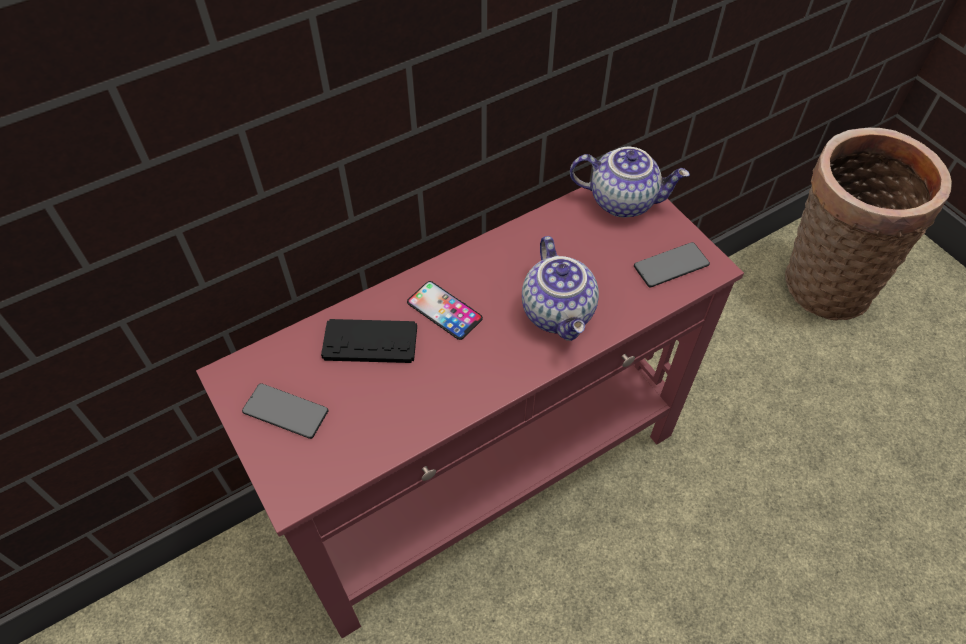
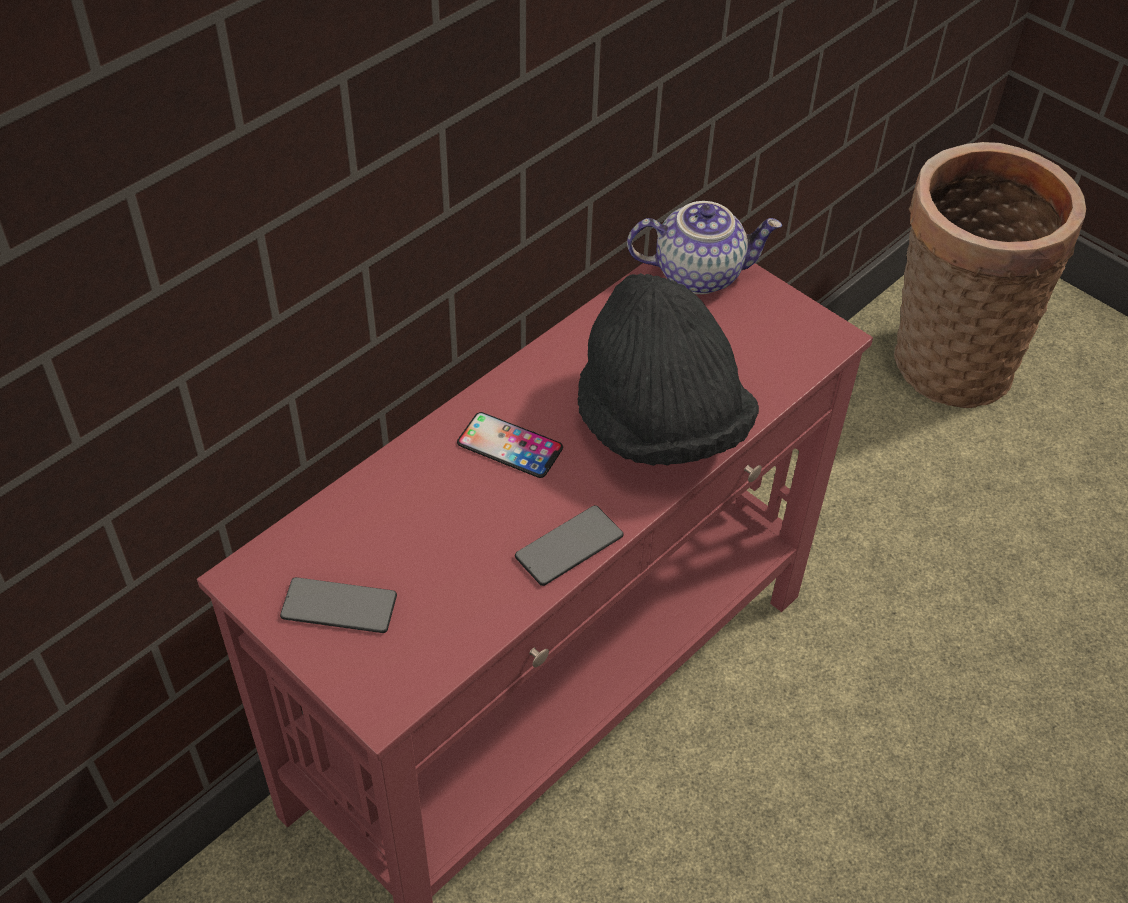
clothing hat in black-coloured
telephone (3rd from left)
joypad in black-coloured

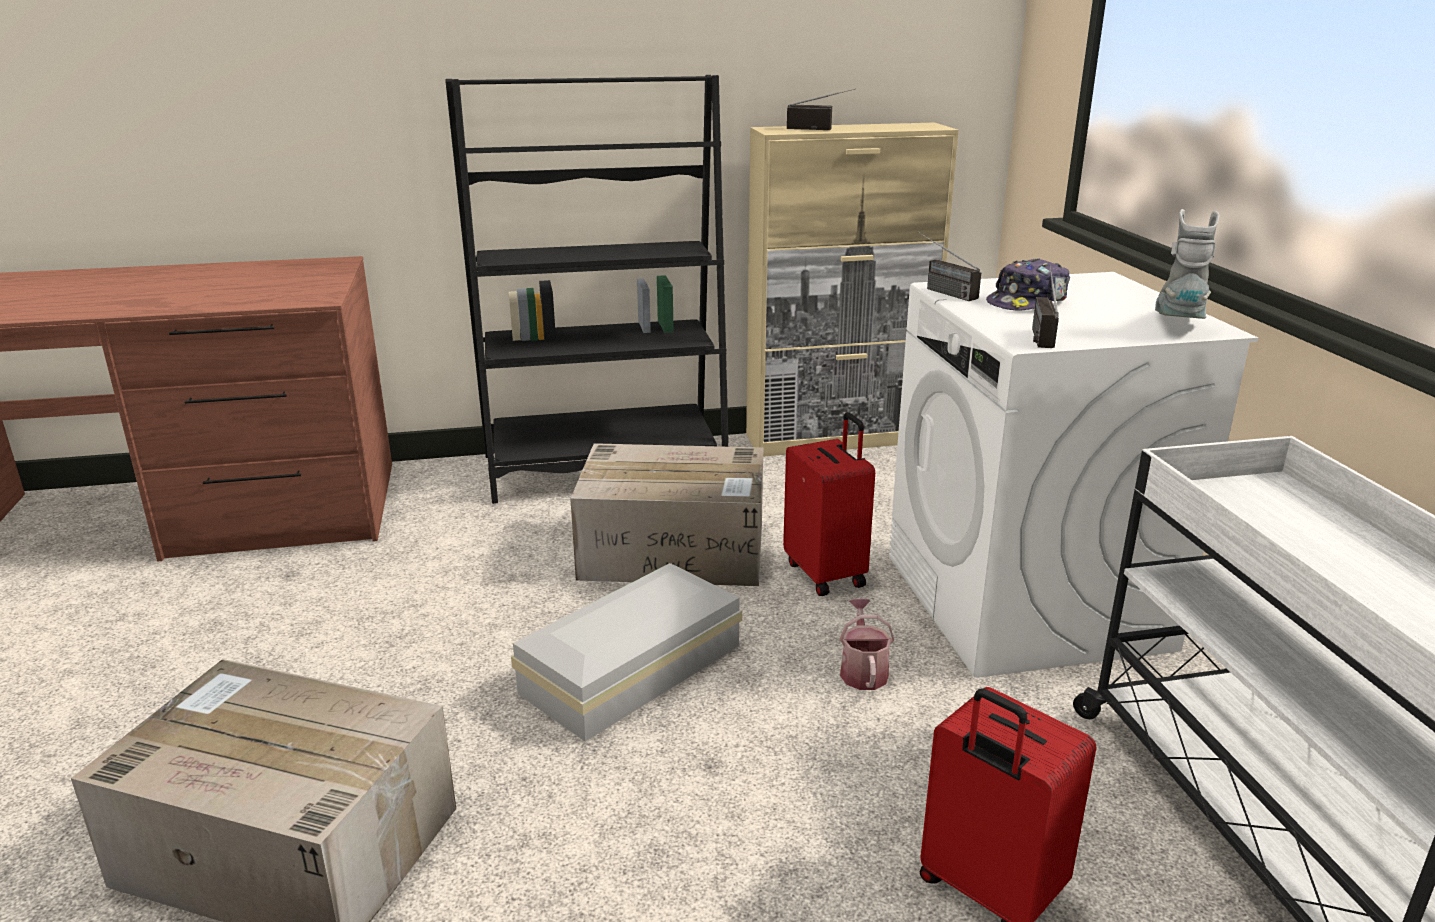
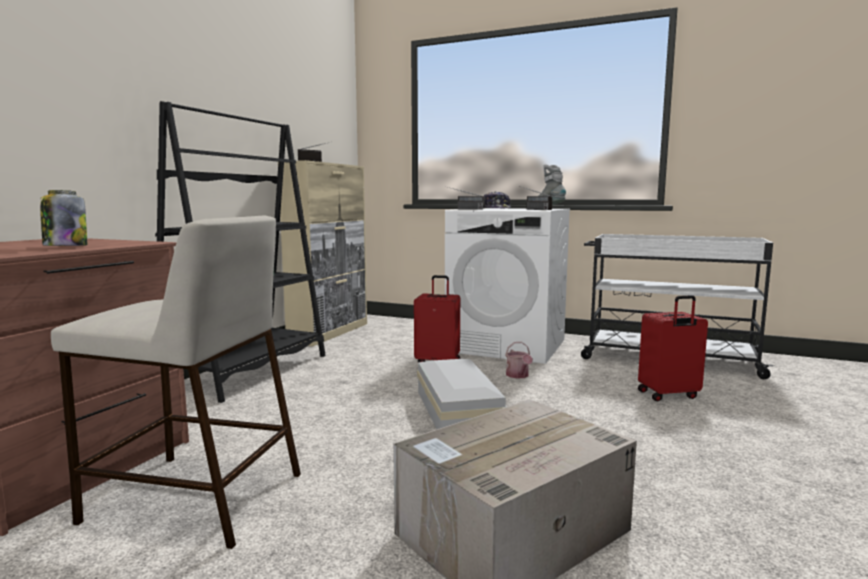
cardboard box (2nd from left in the first image)
watering can
jar
stool in beige-coloured

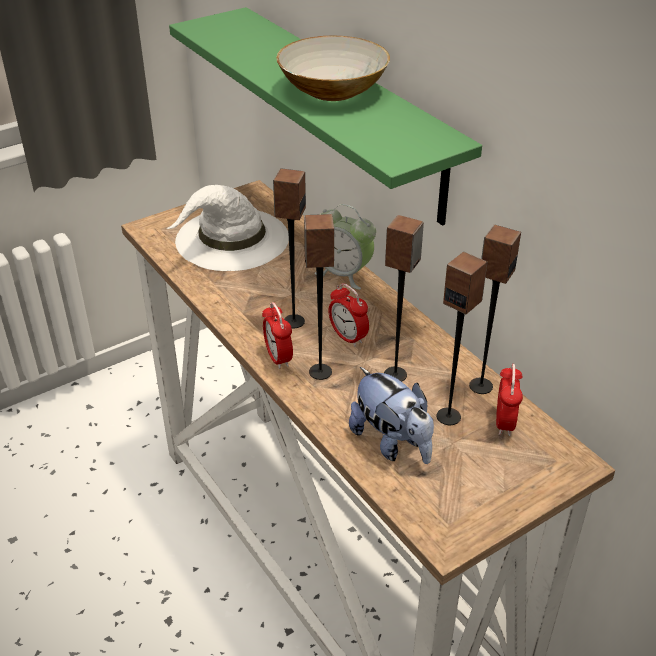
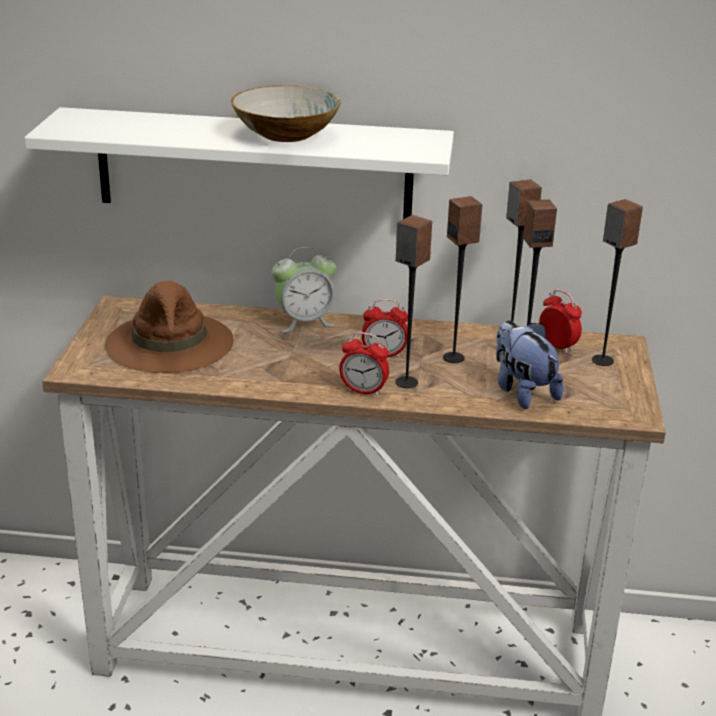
bracket shelf in white-coloured
loudspeaker (5th from left)
clothing hat in brown-coloured
plush toy

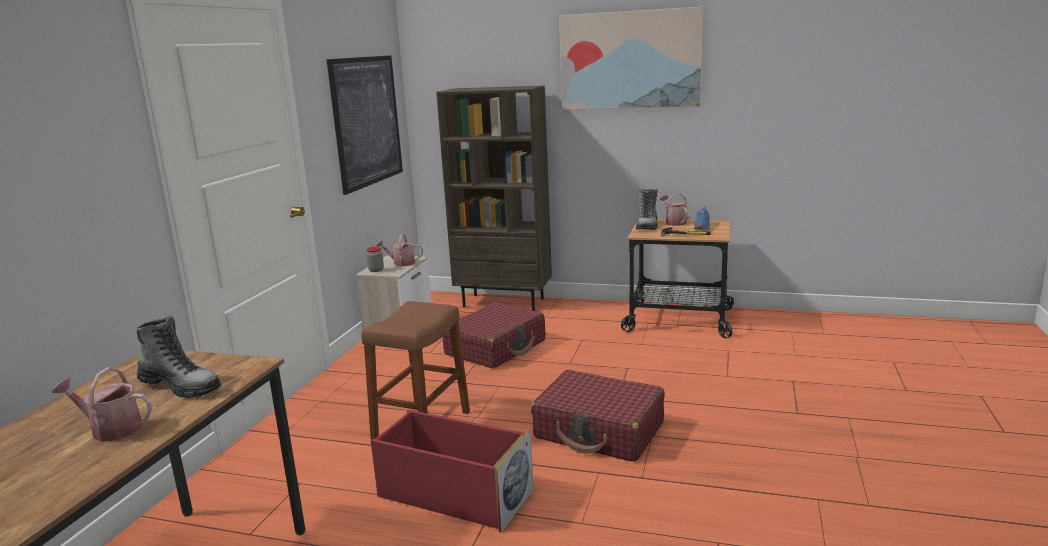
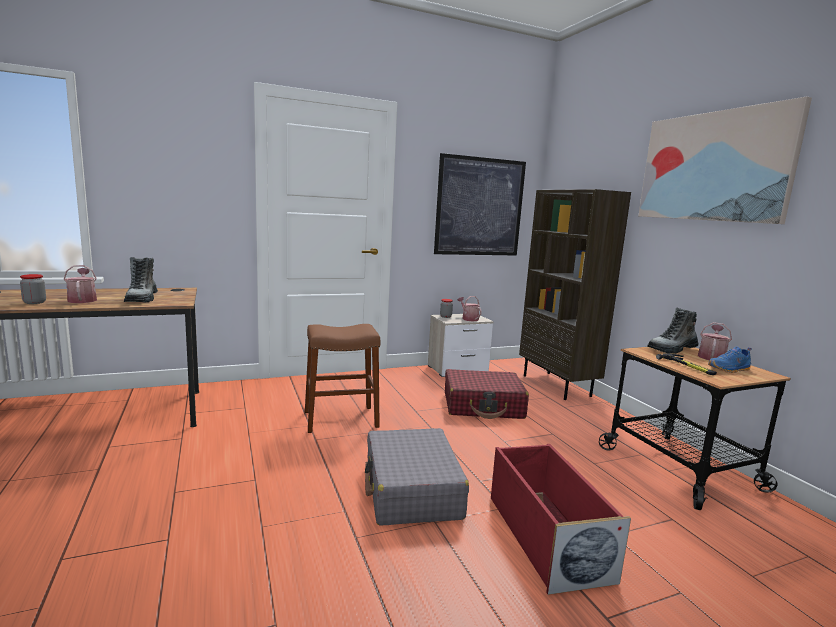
piece of luggage in gray
storage container in reddish
jar (1st from left)

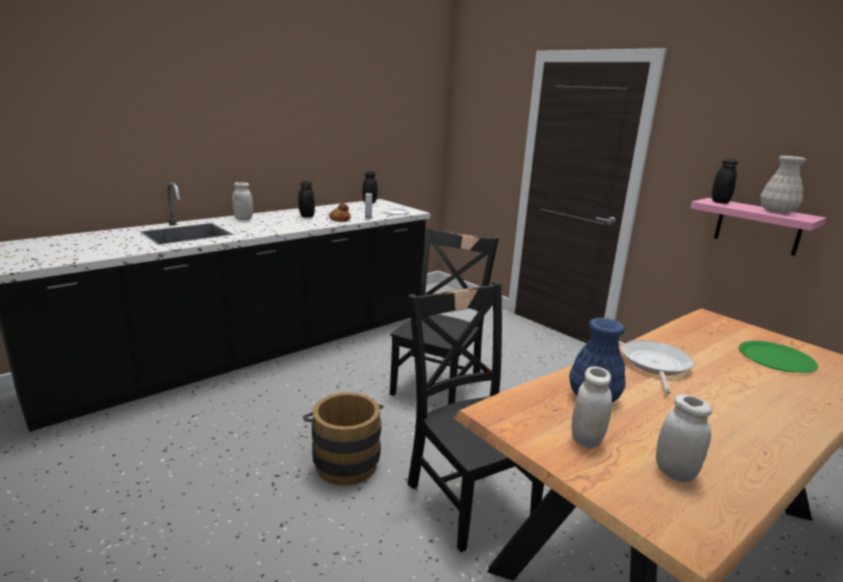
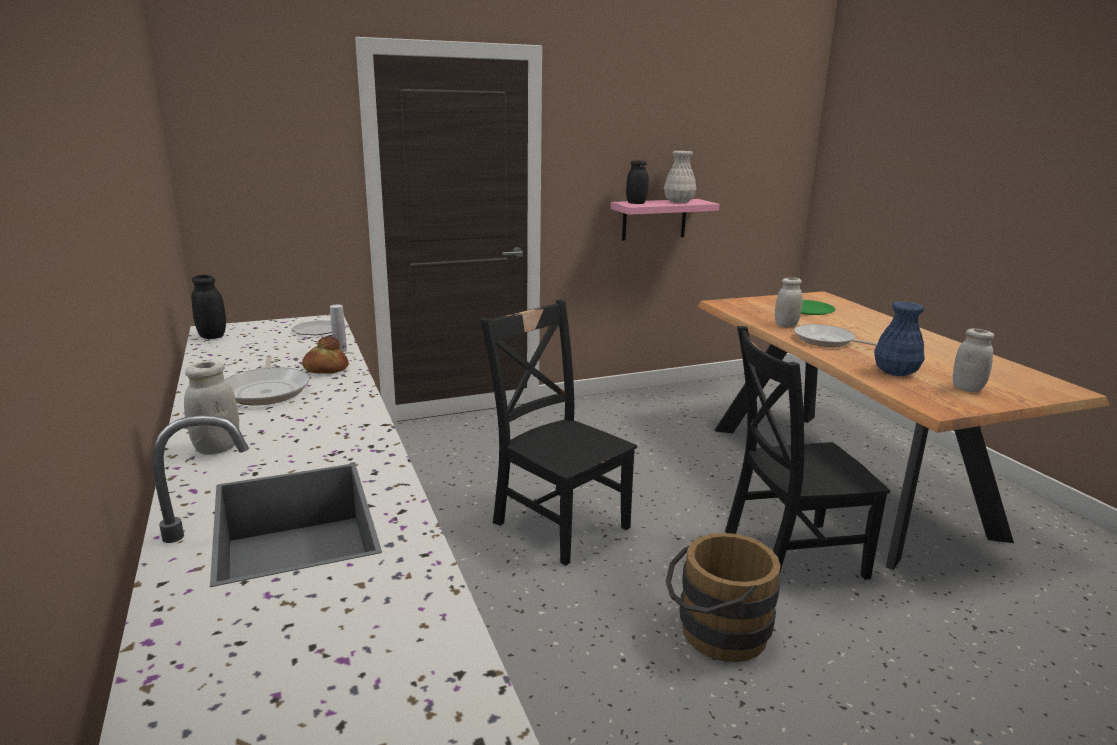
skillet (1st from left)
jar in white-coloured (2nd from left)

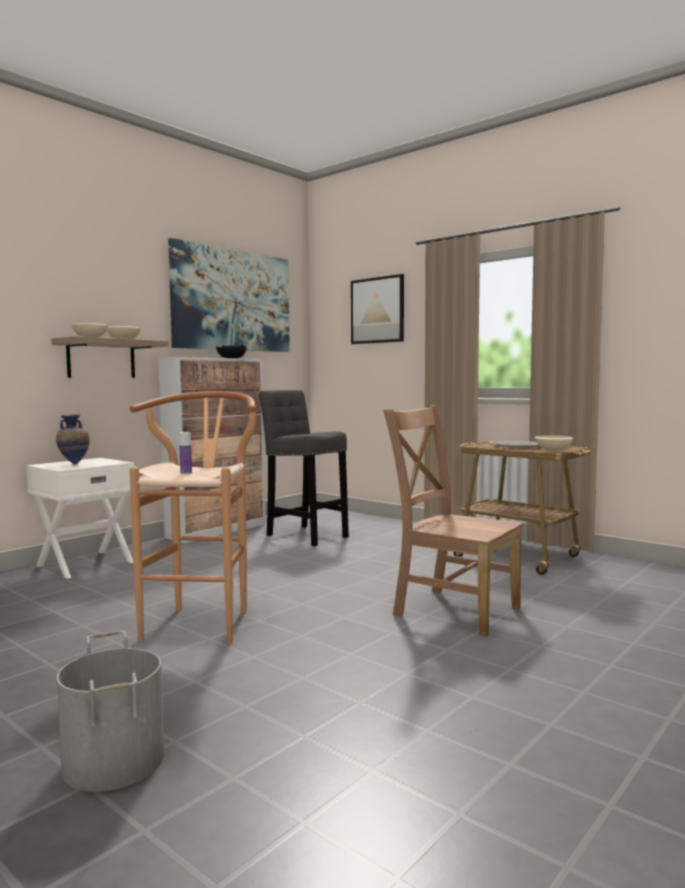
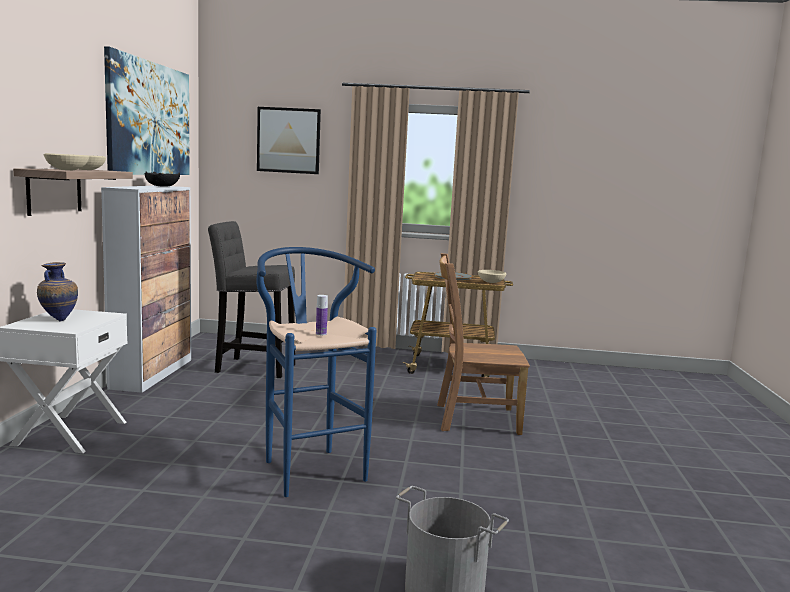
stool in bluish

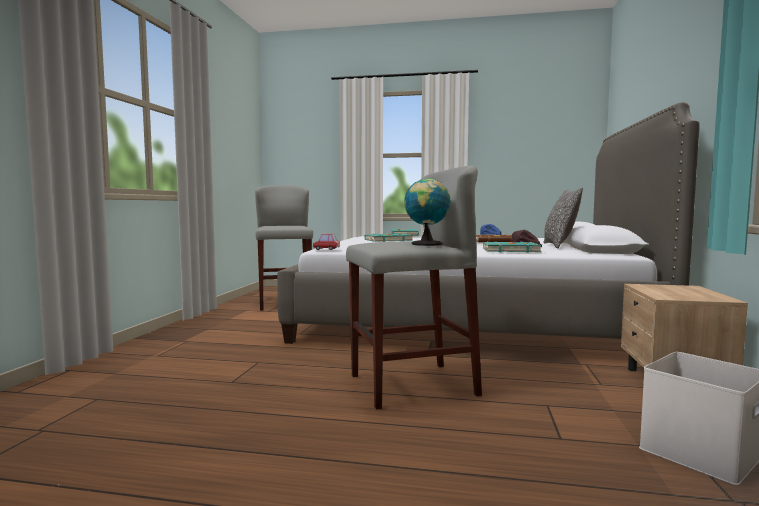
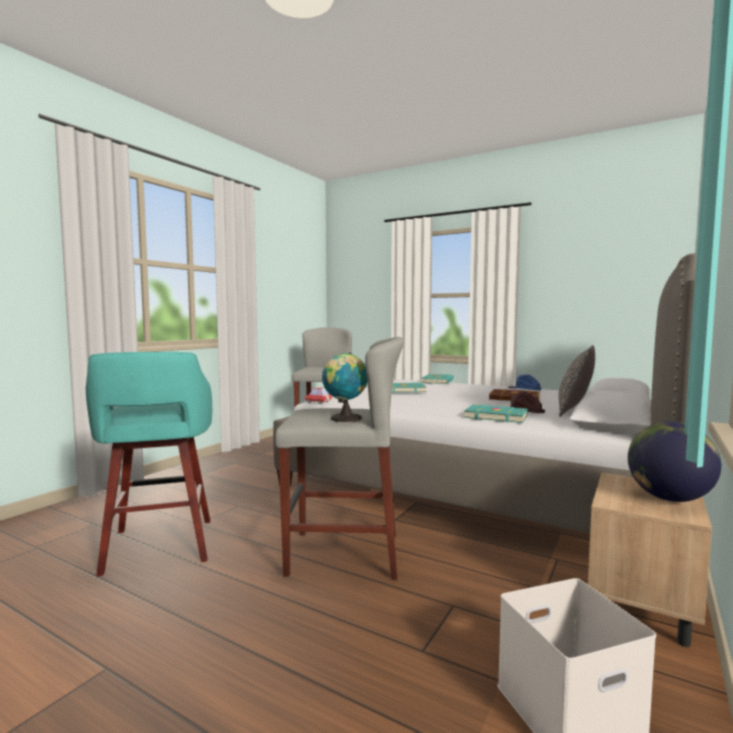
stool in turquoise
globe (2nd from left)

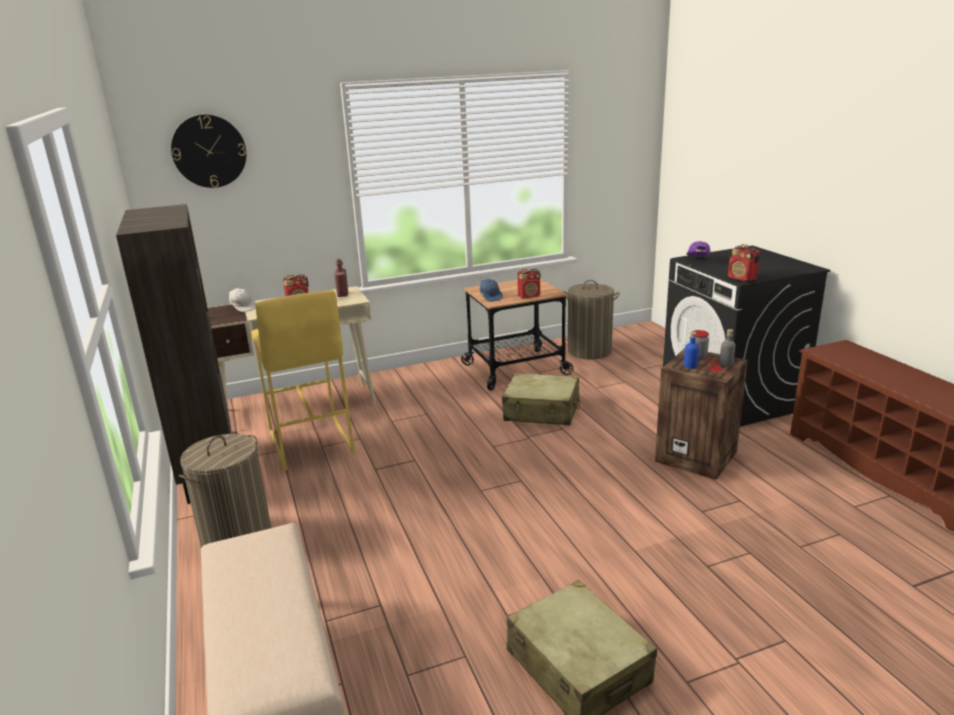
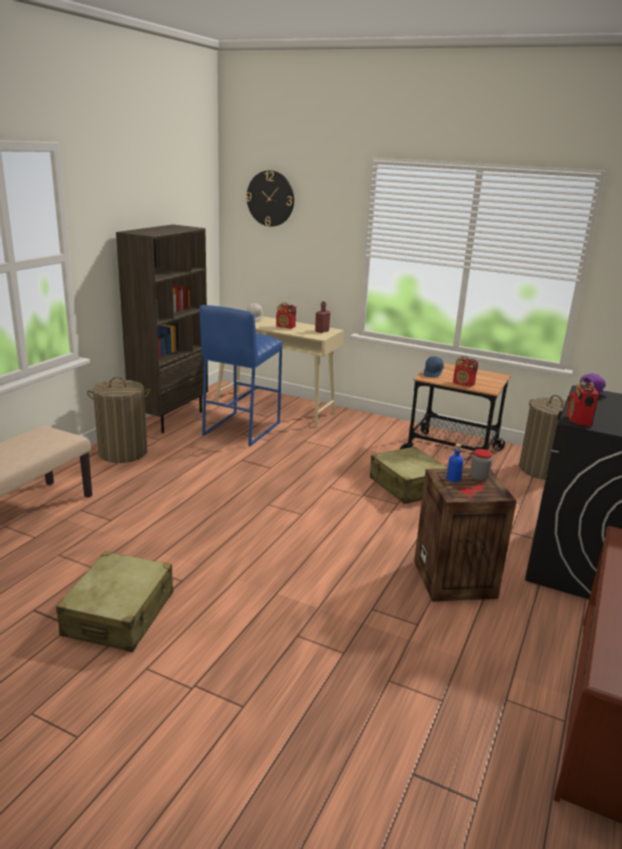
stool in bluish
bottle in gray

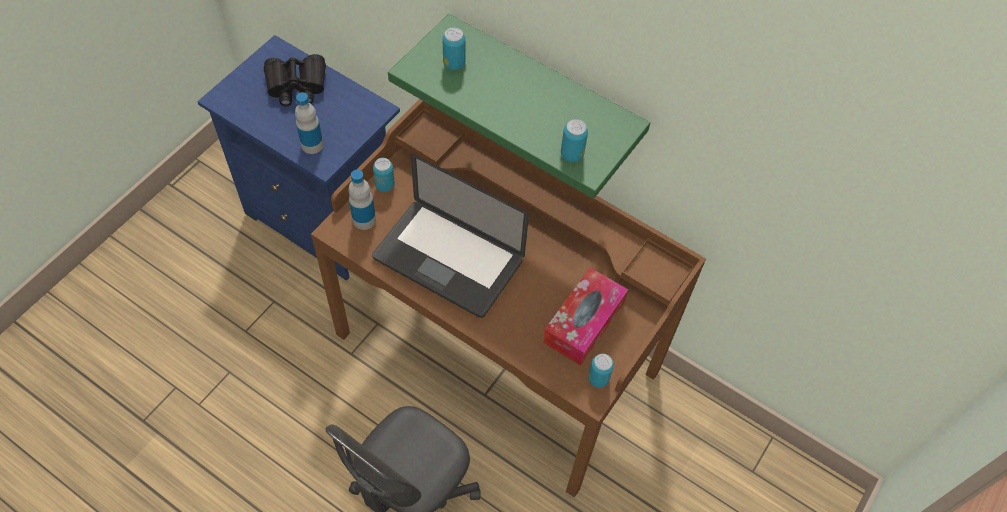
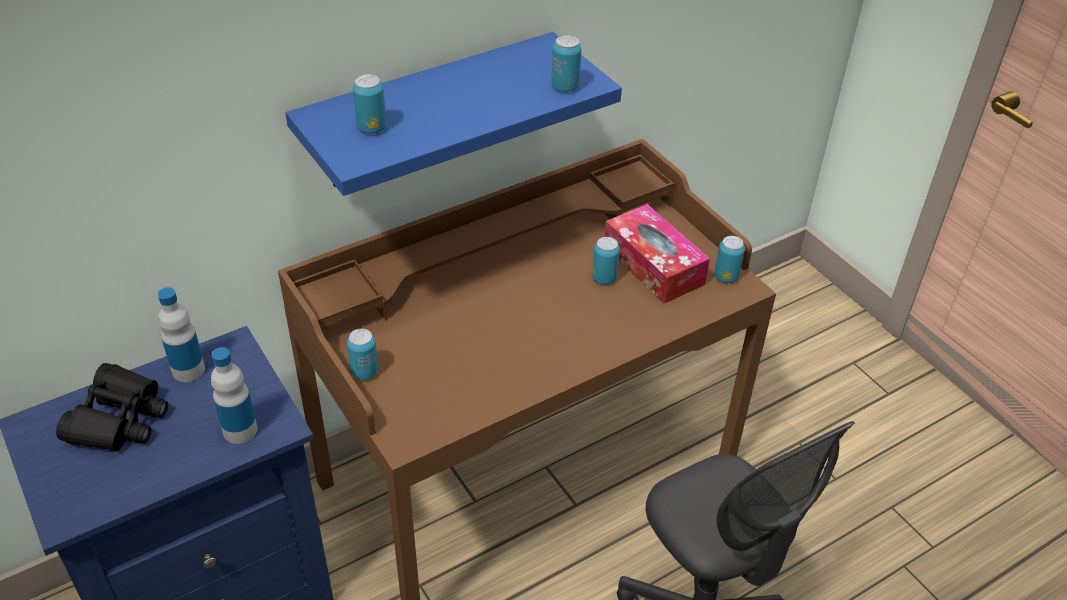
bracket shelf in bluish
notebook computer
bottle (1st from left)
metal can (4th from left)

